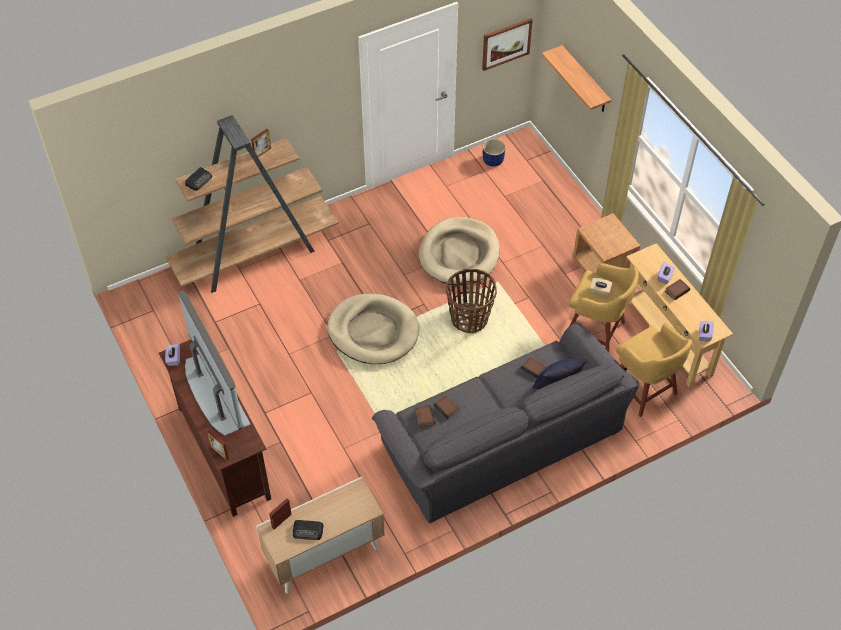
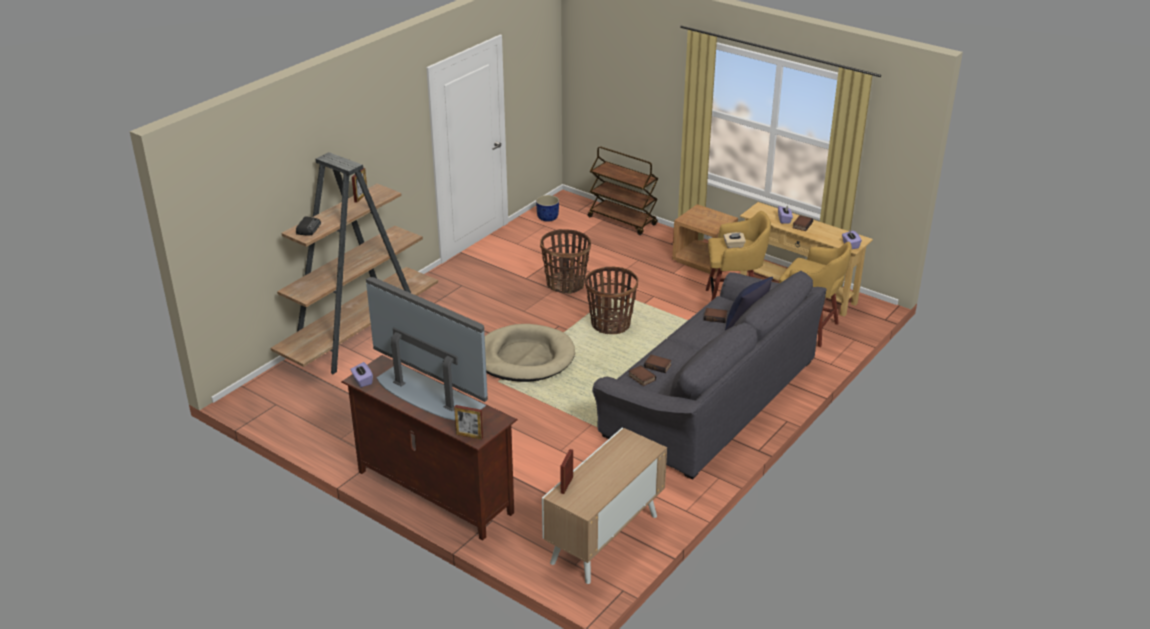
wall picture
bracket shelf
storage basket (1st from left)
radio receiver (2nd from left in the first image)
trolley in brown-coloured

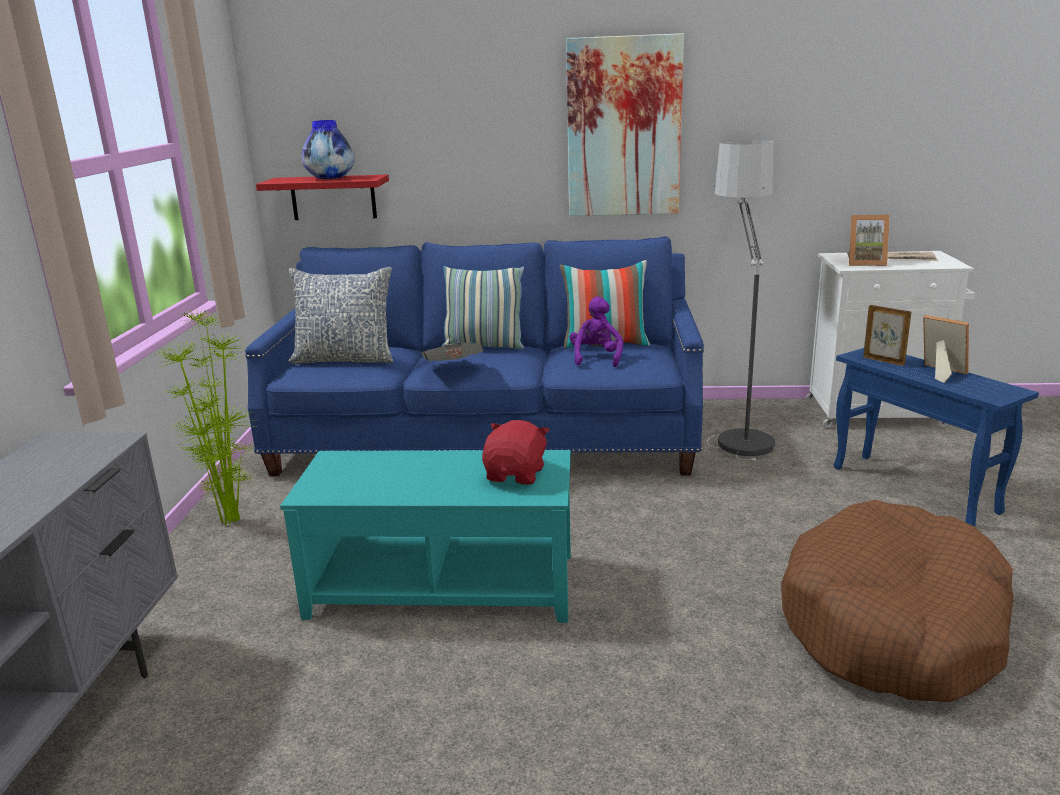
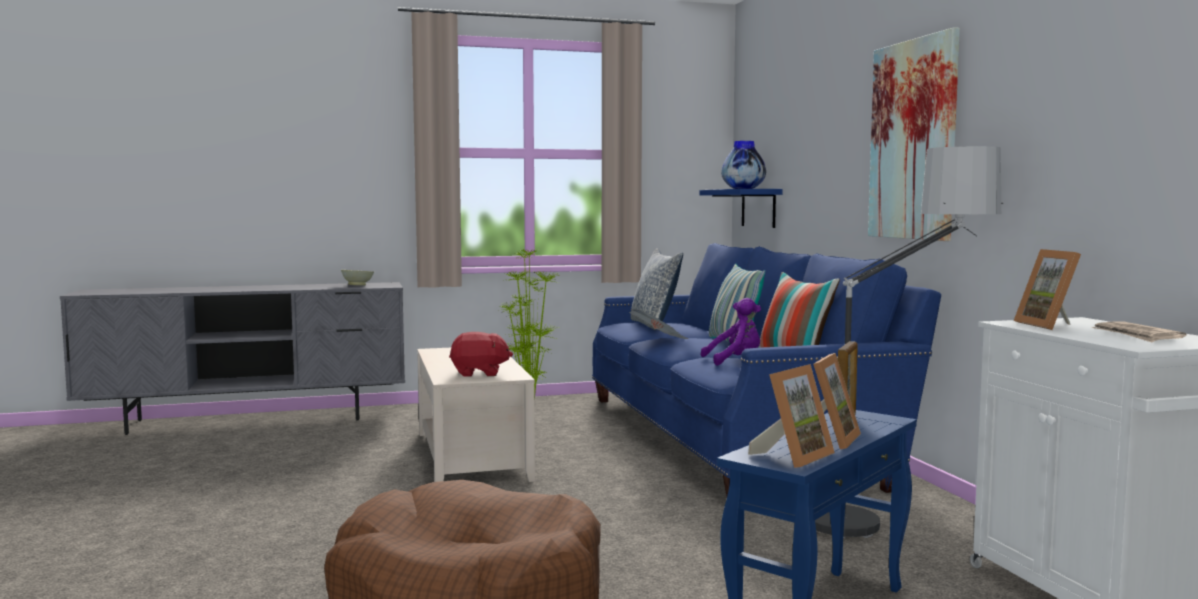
bracket shelf in bluish
coffee table in beige-coloured
deep dish in beige-coloured
picture frame (1st from left)

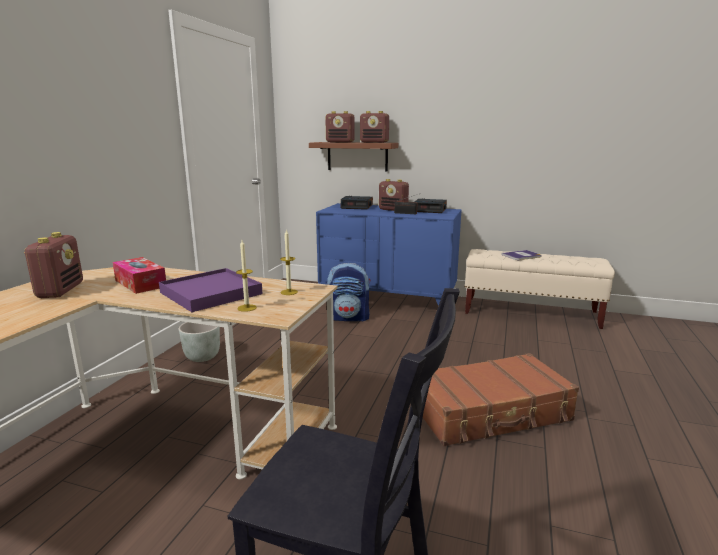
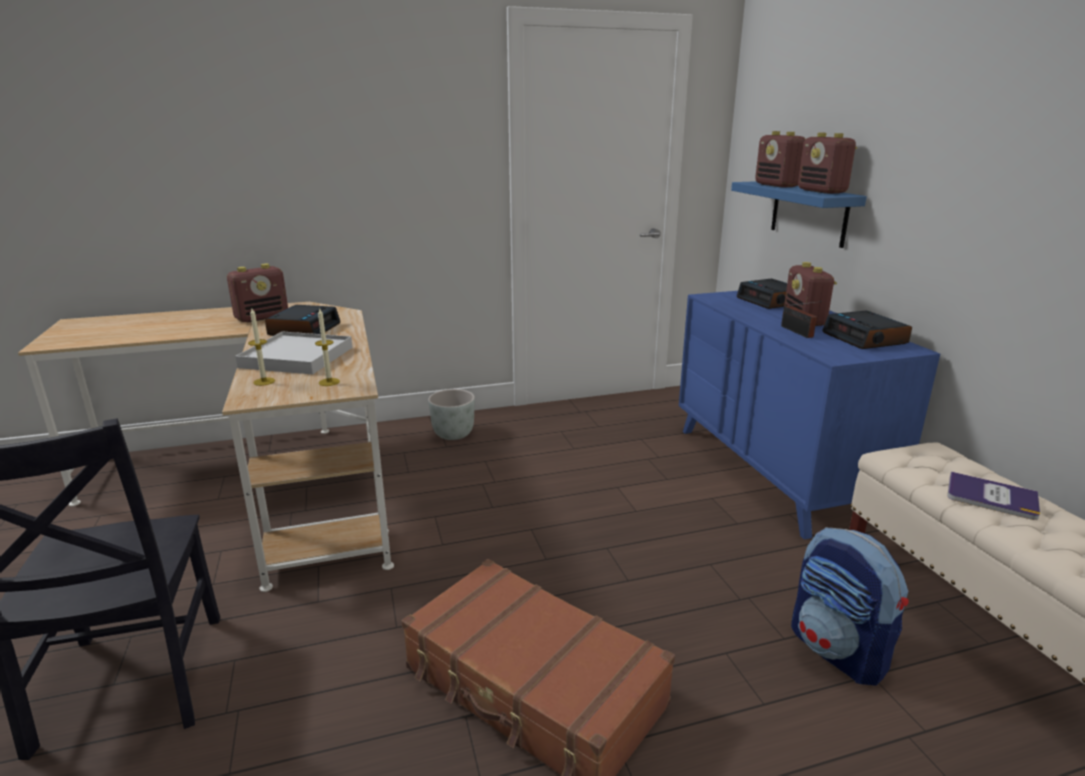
bracket shelf in bluish
table clock (1st from left)
knapsack
tray in white-coloured

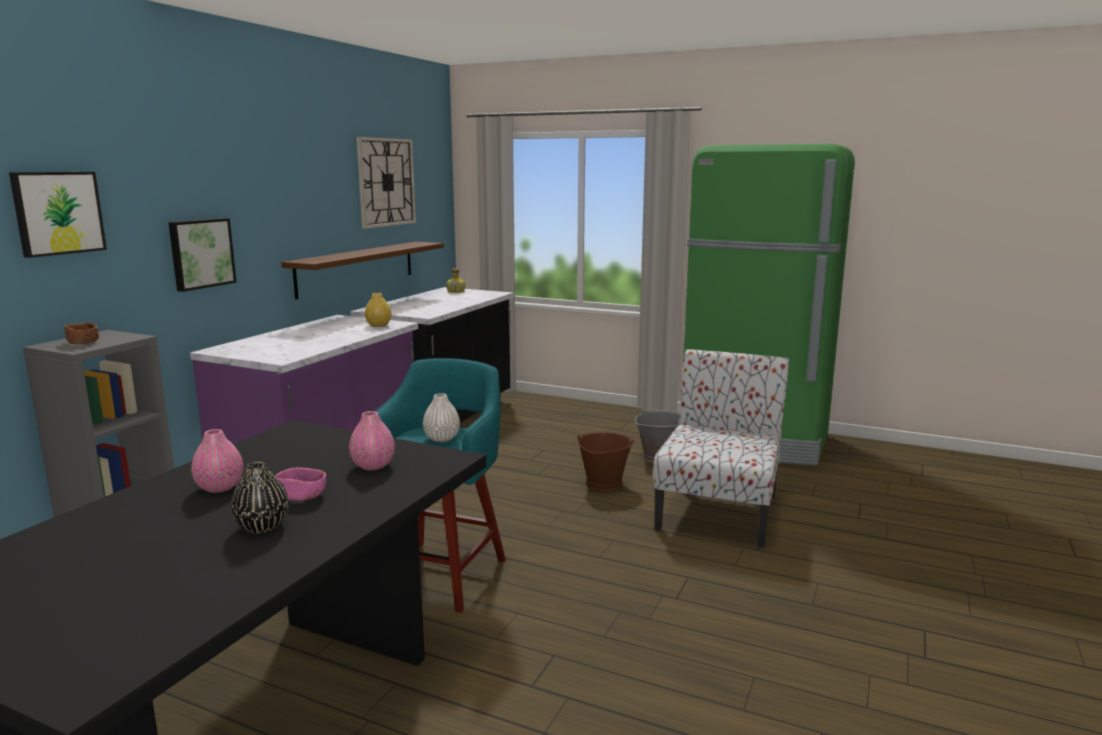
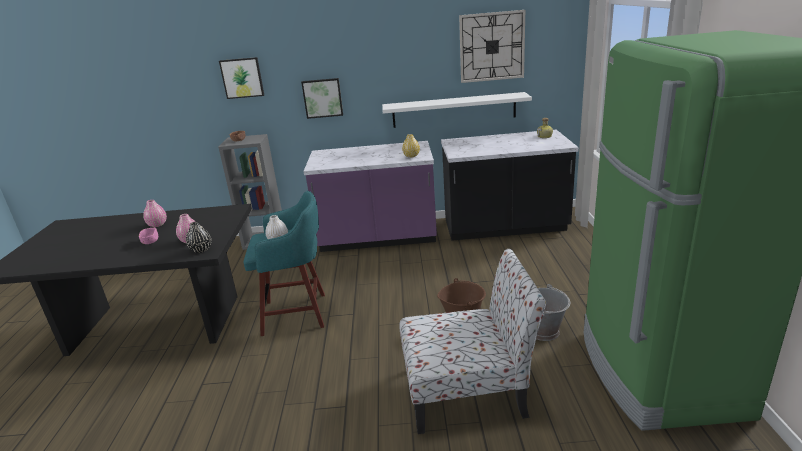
bracket shelf in white-coloured
decorative vase in black-coloured

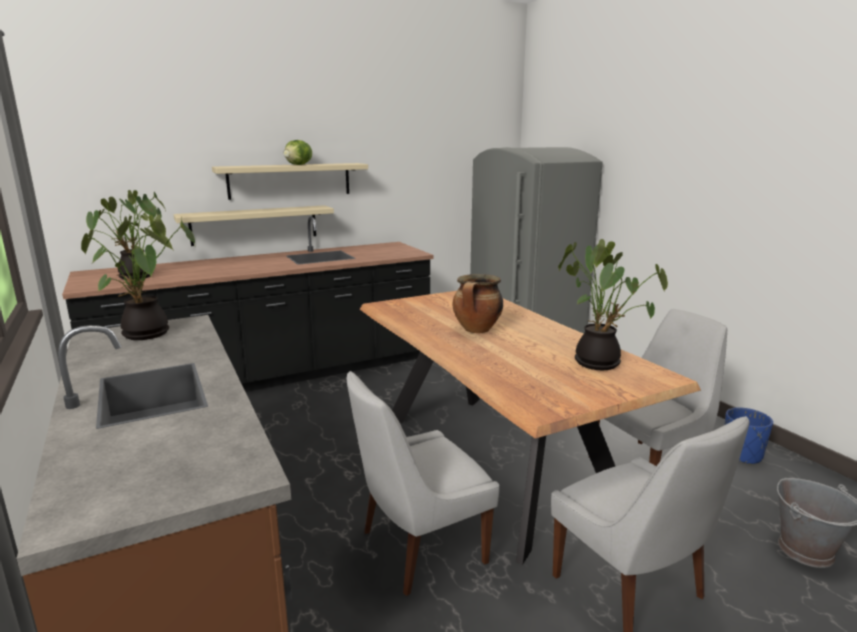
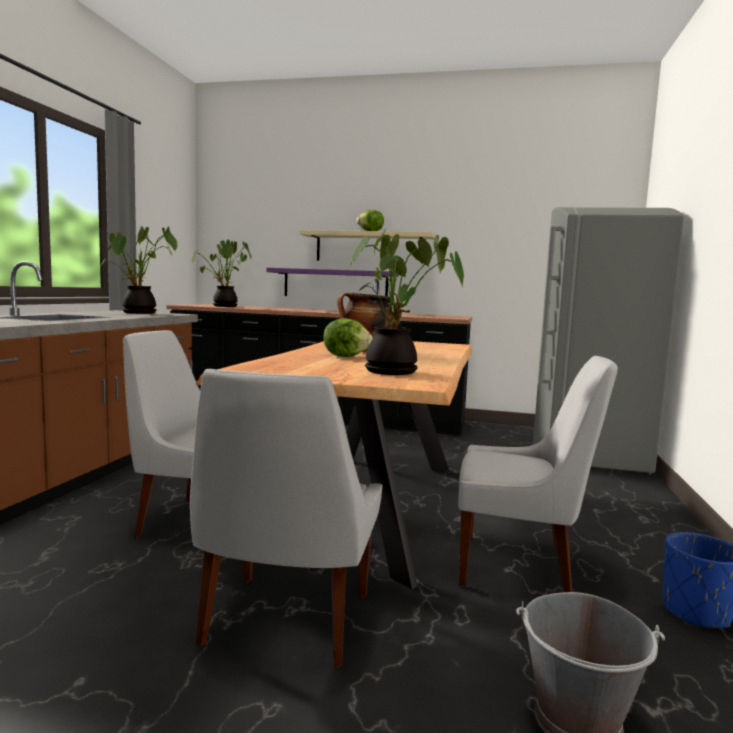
bracket shelf in purple-coloured
head of lettuce (1st from left)

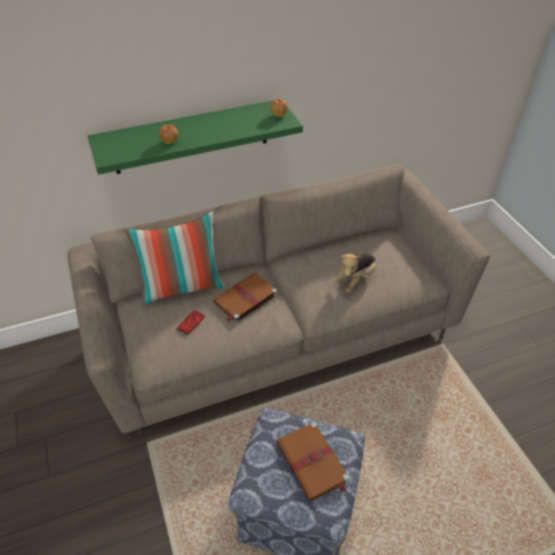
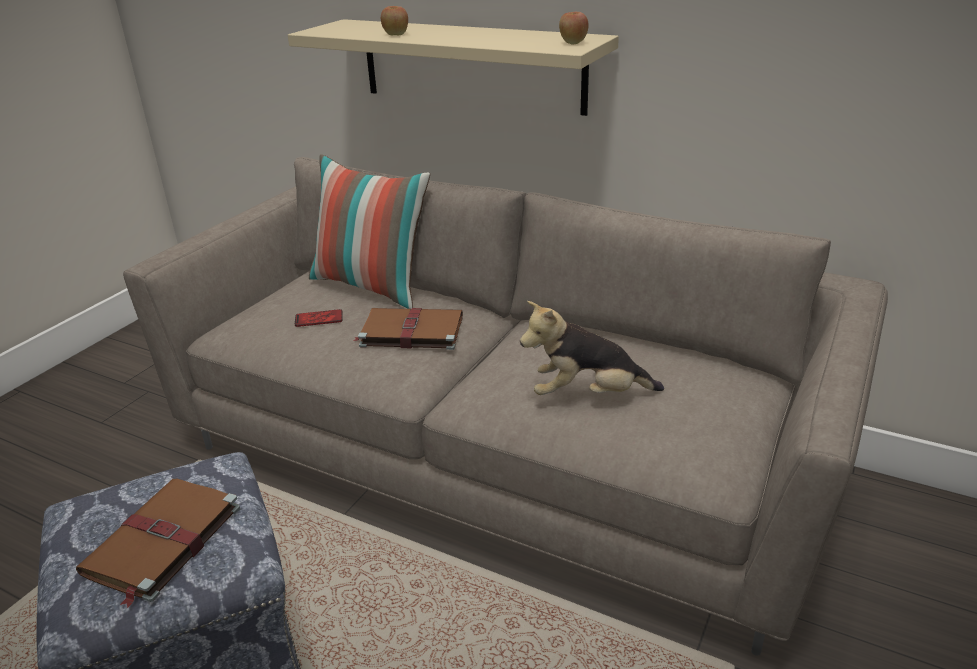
bracket shelf in beige-coloured

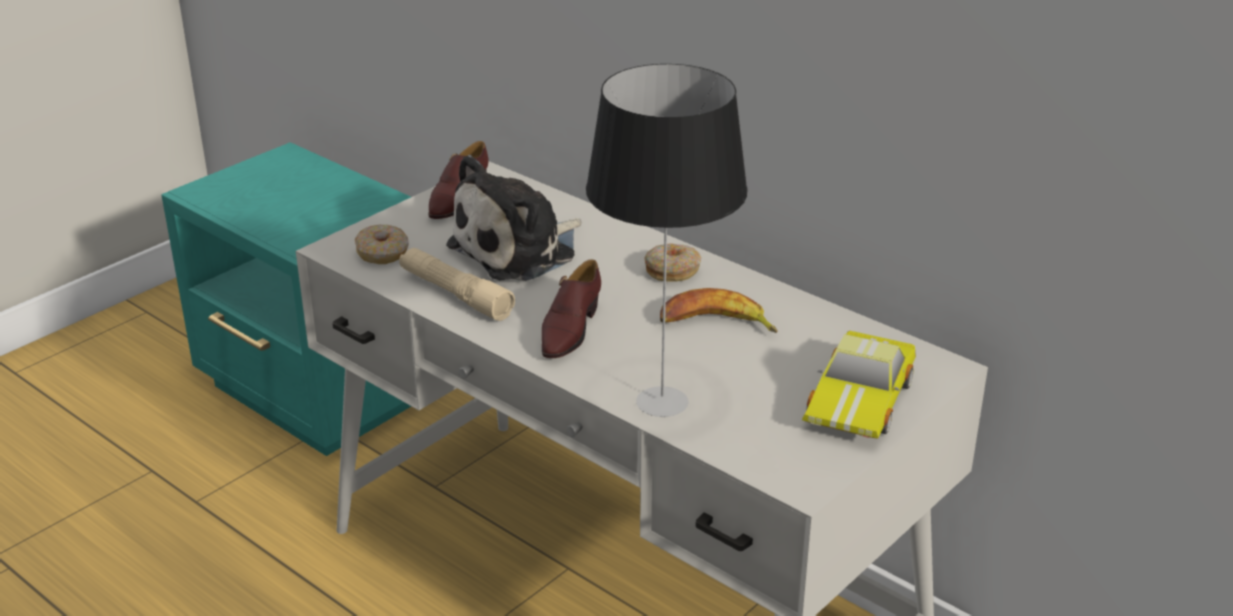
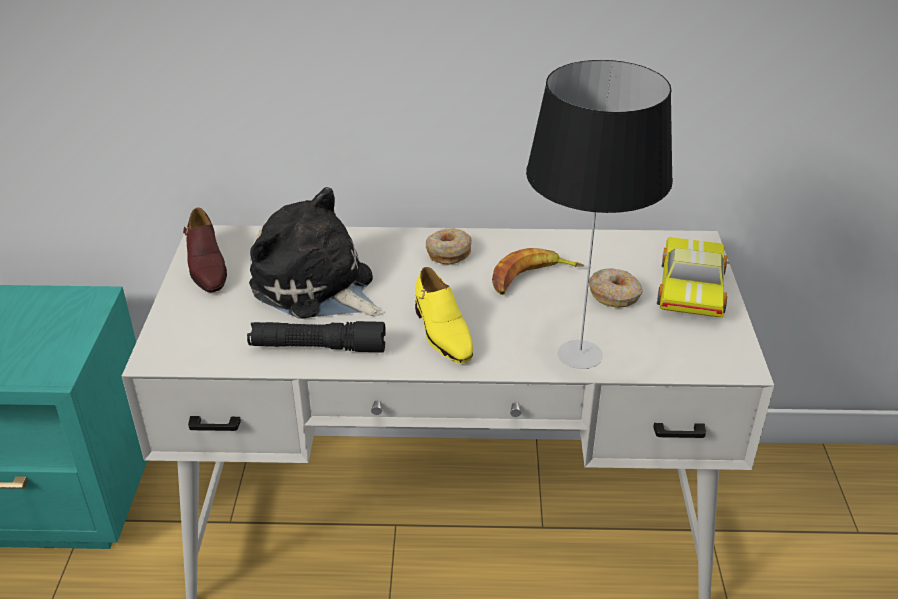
plush toy
donut (2nd from left)
flashlight in black-coloured
low shoe in yellow
miniature car

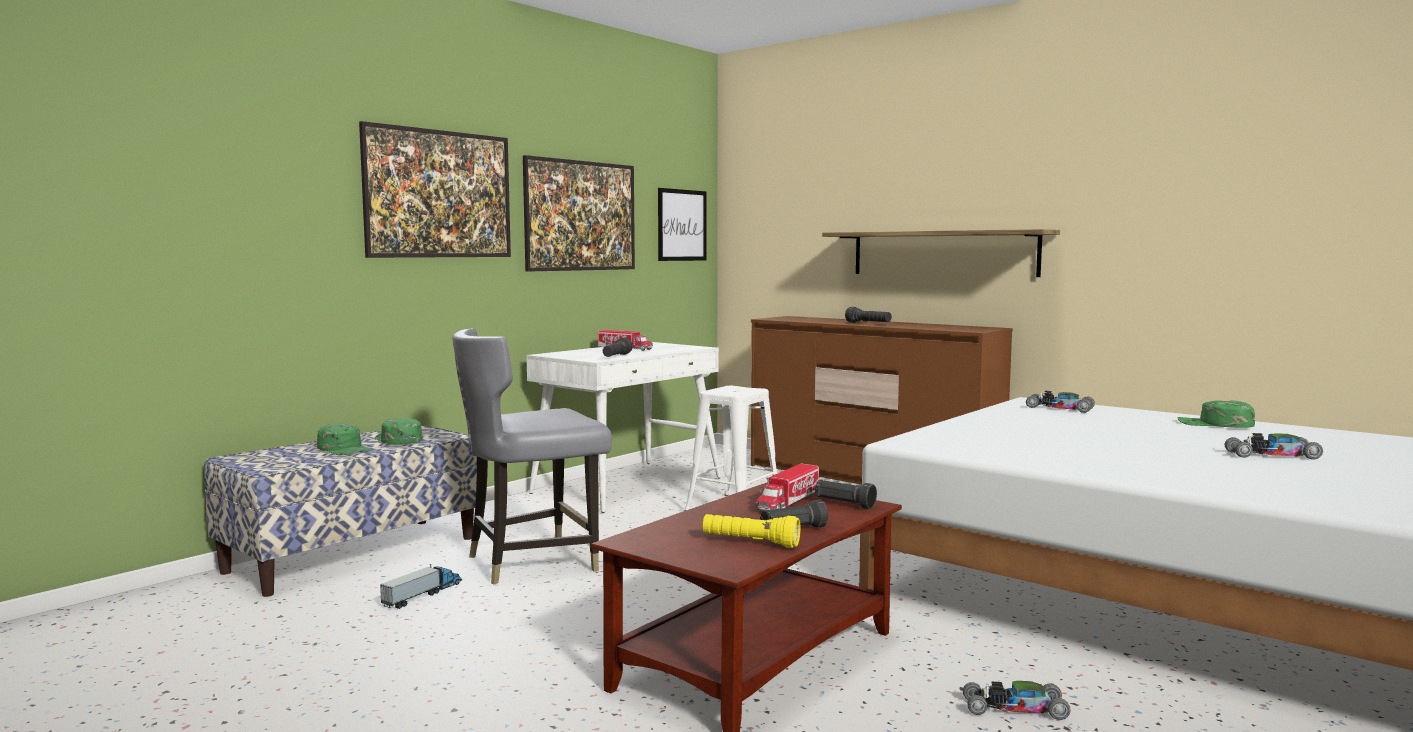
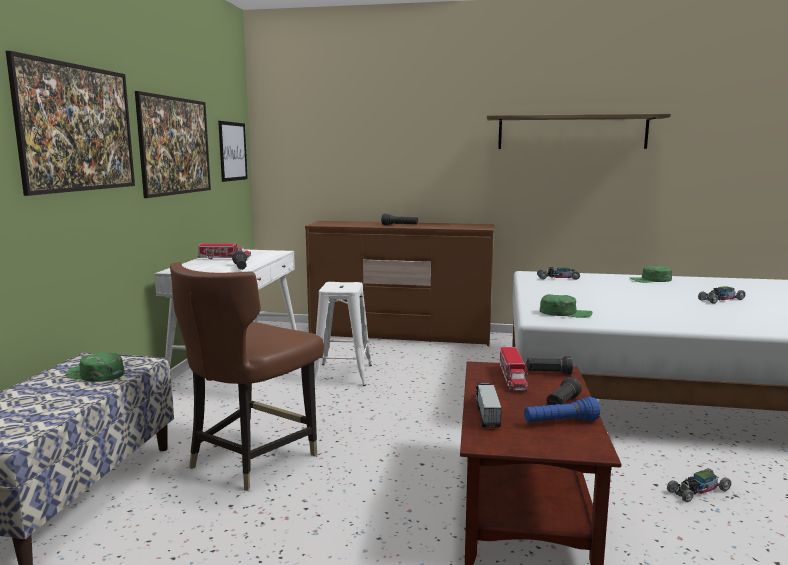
bracket shelf
upright chair in brown-coloured
cap in greenish (2nd from left)
flashlight in bluish
toy truck (2nd from left)

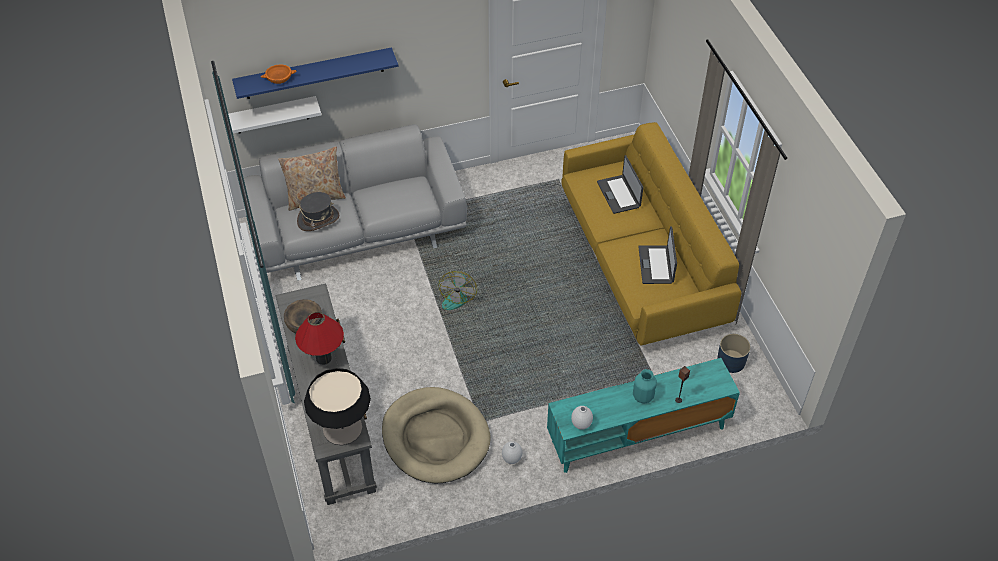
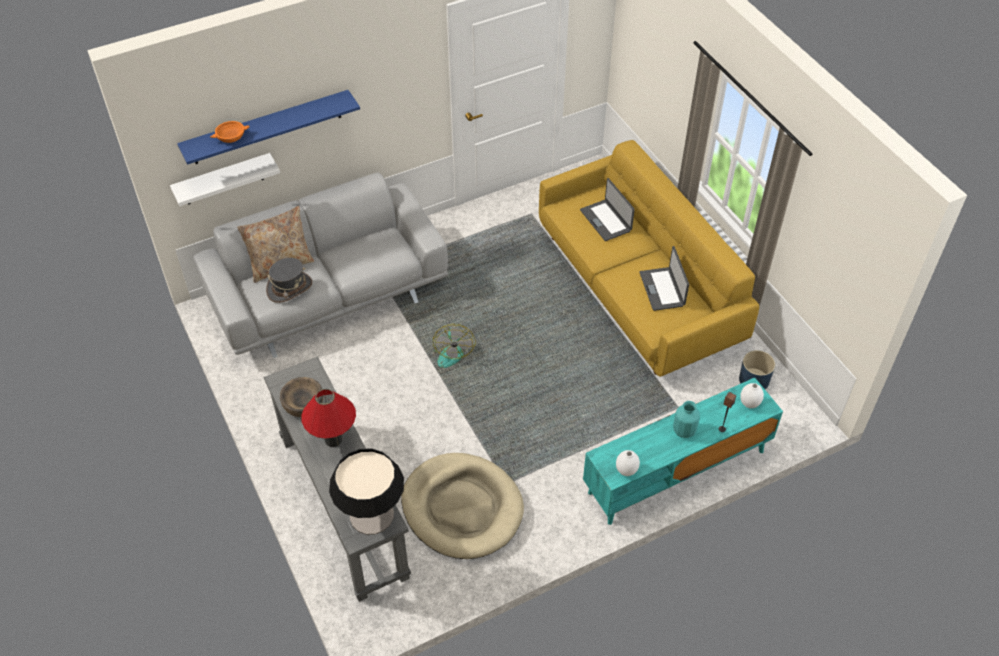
decorative vase in white-coloured (2nd from left)

